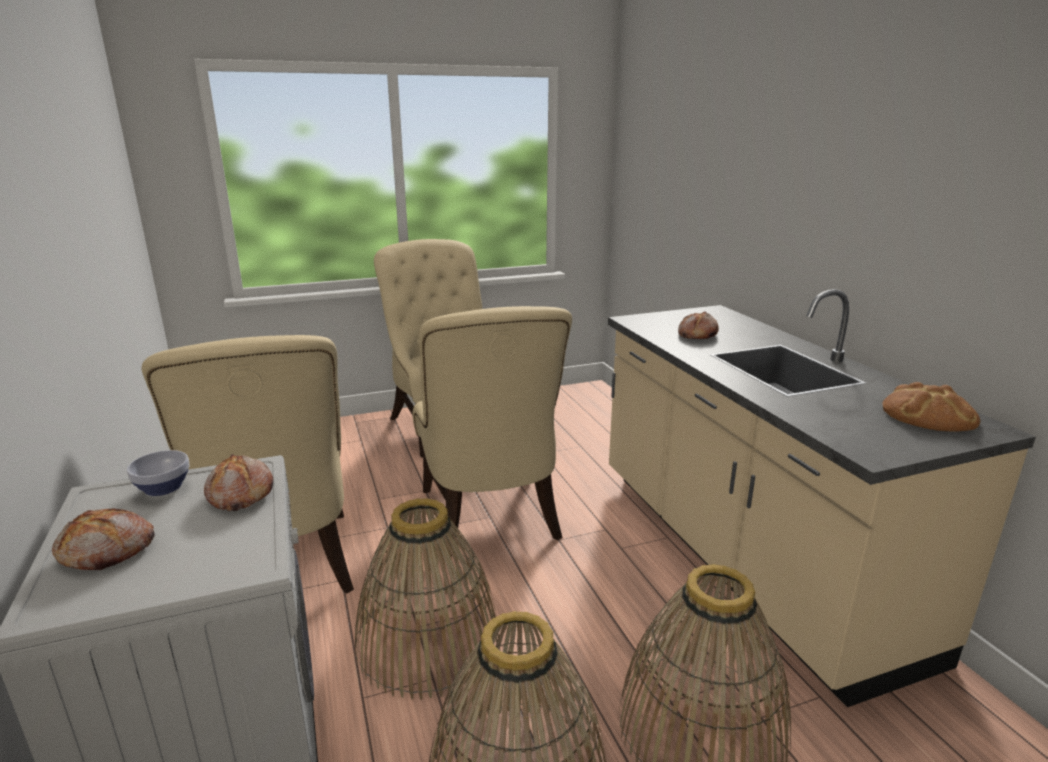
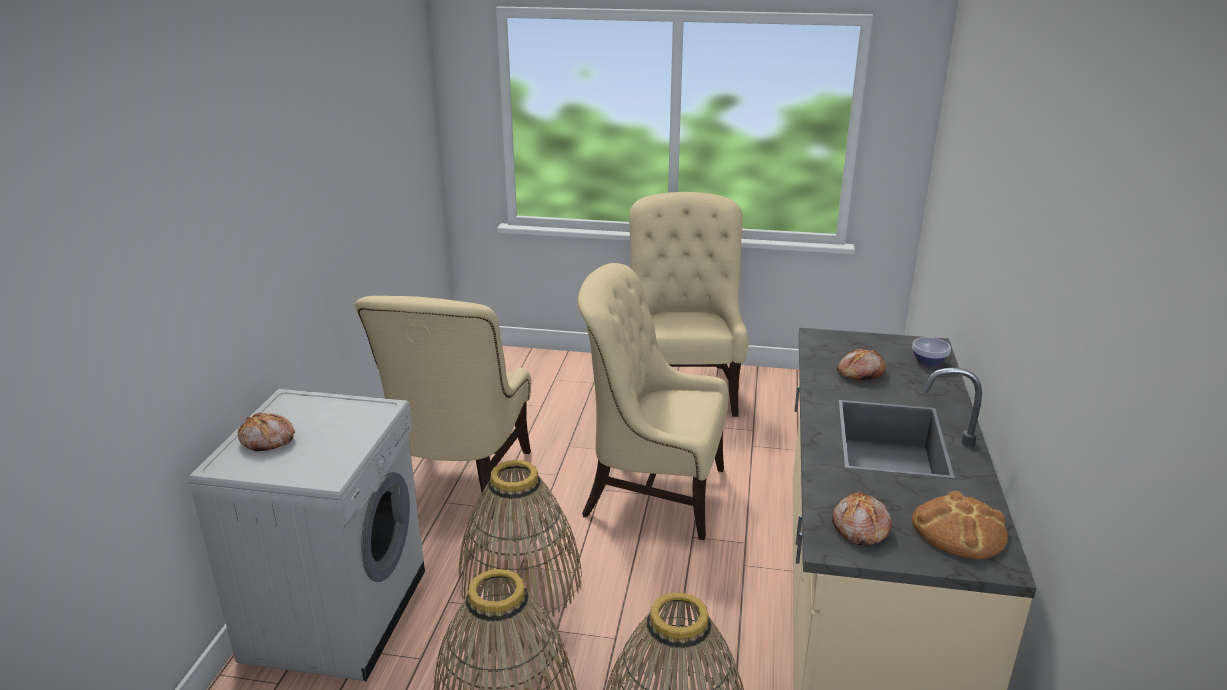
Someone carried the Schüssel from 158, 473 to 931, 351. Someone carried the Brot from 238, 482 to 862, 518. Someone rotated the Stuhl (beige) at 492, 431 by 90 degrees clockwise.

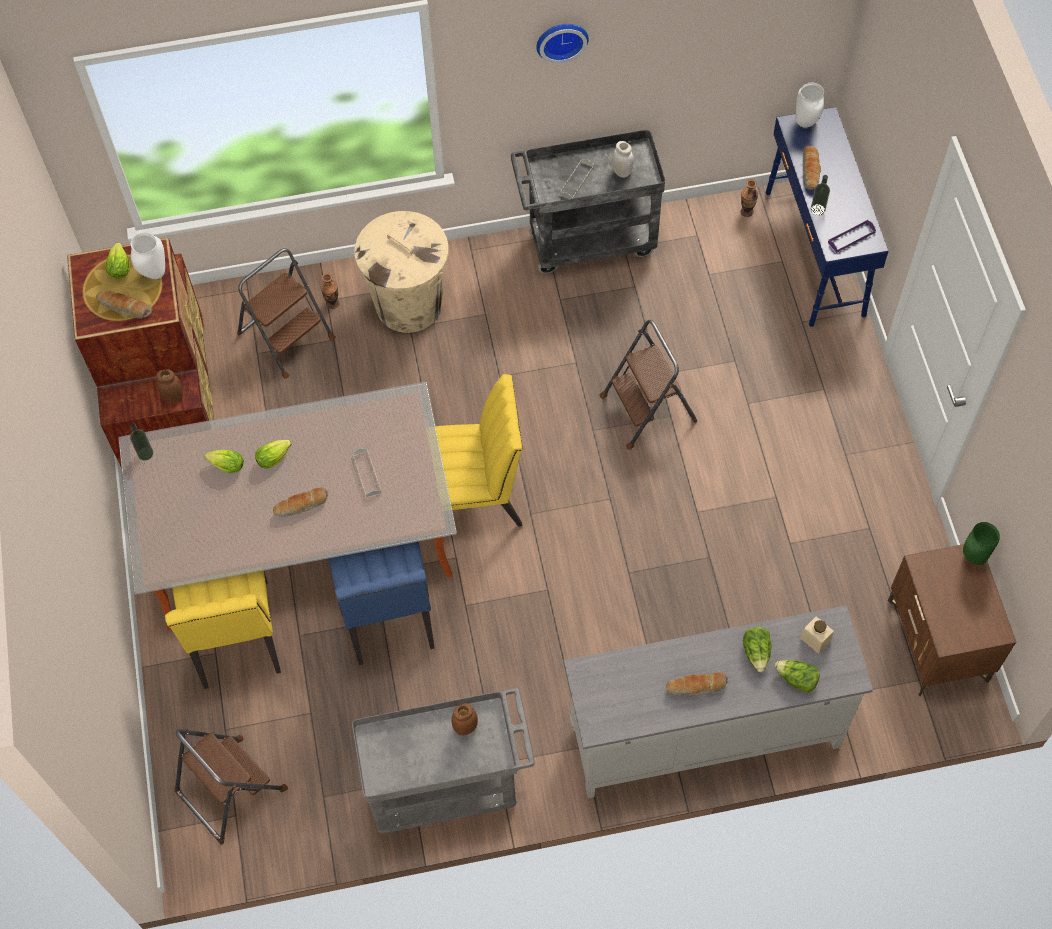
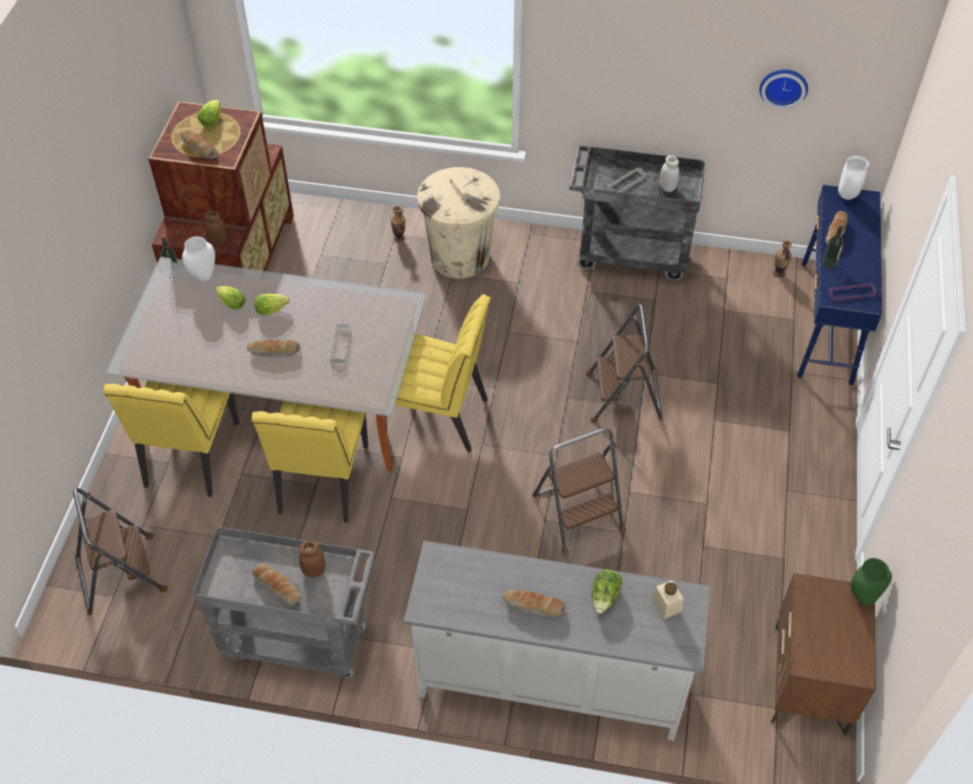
Someone carried the Vase (weiß) from 148, 256 to 198, 259. Someone carried the Trittleiter (braun) from 286, 313 to 579, 491. Someone repainted the Stuhl (blau) at 381, 603, which became the Stuhl (gelb) at 310, 462. Someone carried the Wanduhr from 562, 43 to 783, 89. Someone took away the Salatkopf at 797, 676. Someone put down the Brot at 276, 584.

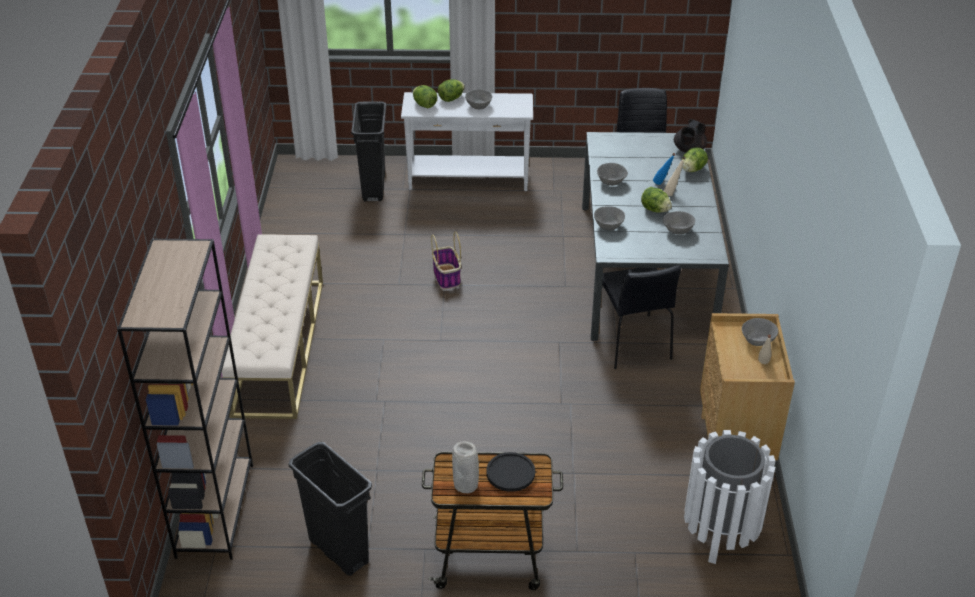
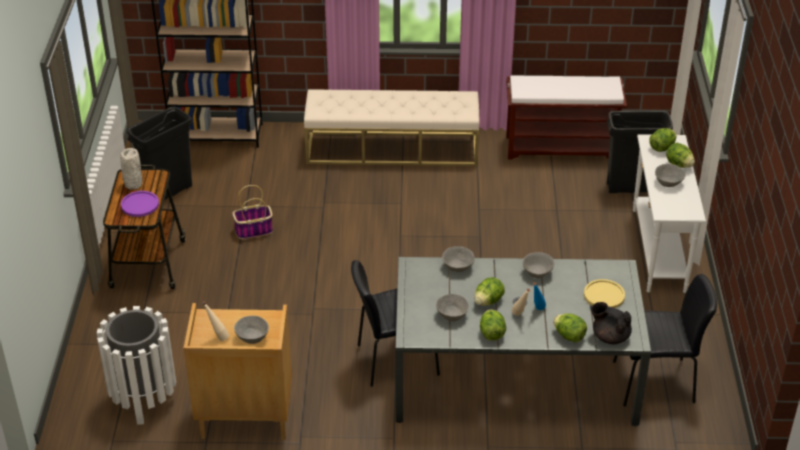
Someone carried the Korb from 446, 260 to 252, 212. Someone repainted the Teller (schwarz) at 510, 472, which became the Teller (lila) at 140, 204. Someone put down the Salatkopf at 493, 325. Someone put down the Bank (braun) at 566, 117. Someone put down the Teller (gelb) at 604, 293.

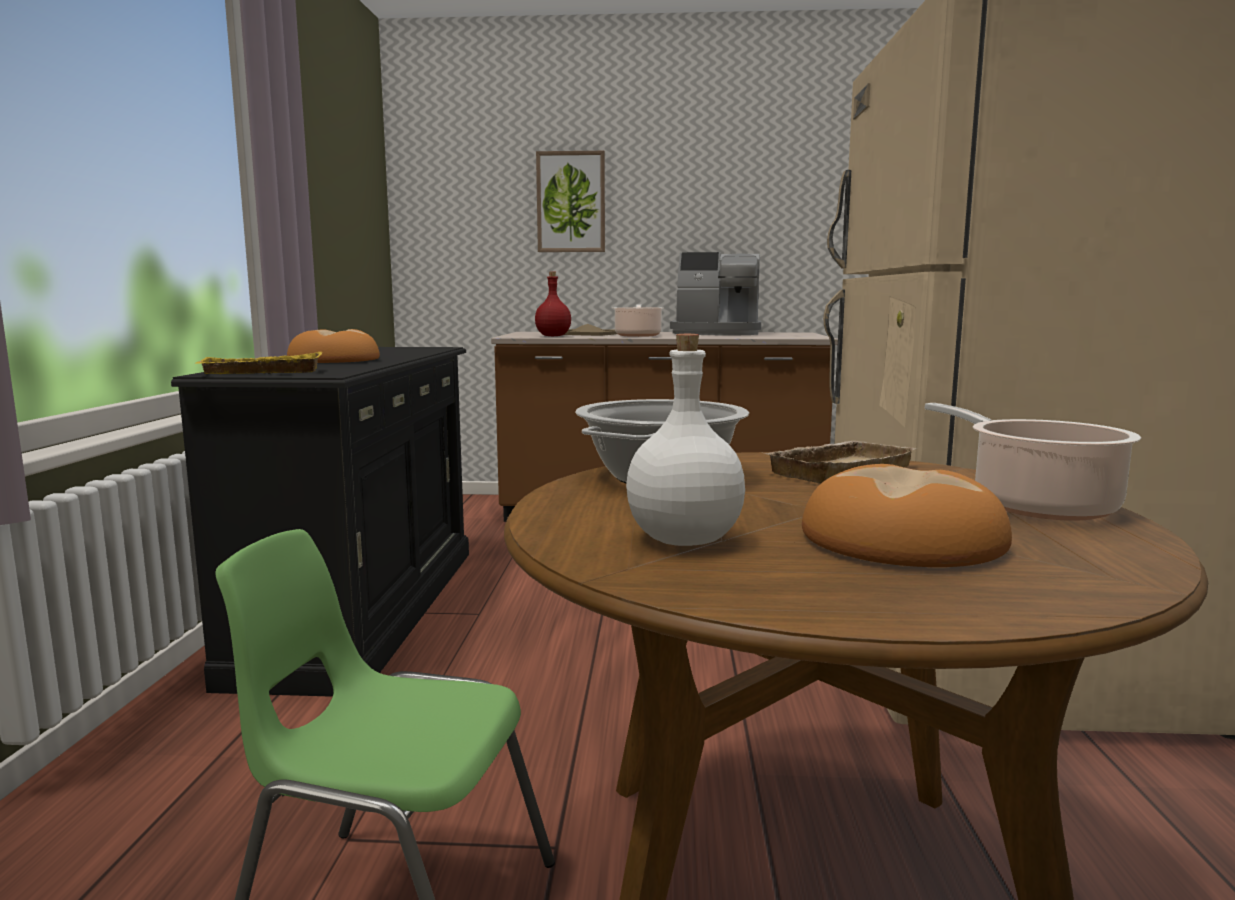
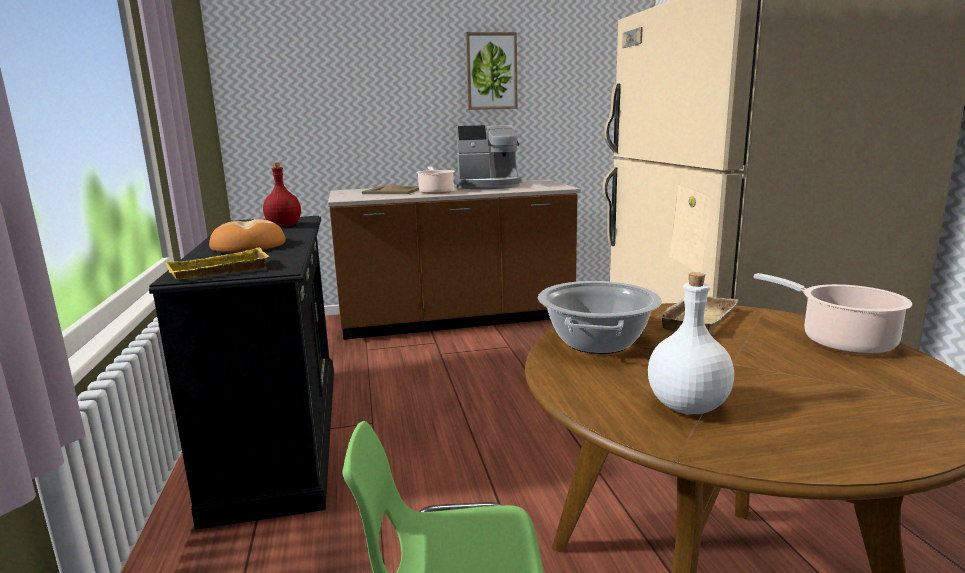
Someone carried the Flasche (rot) from 553, 304 to 282, 194. Someone carried the Bild from 570, 201 to 492, 71. Someone took away the Brot at 907, 515.

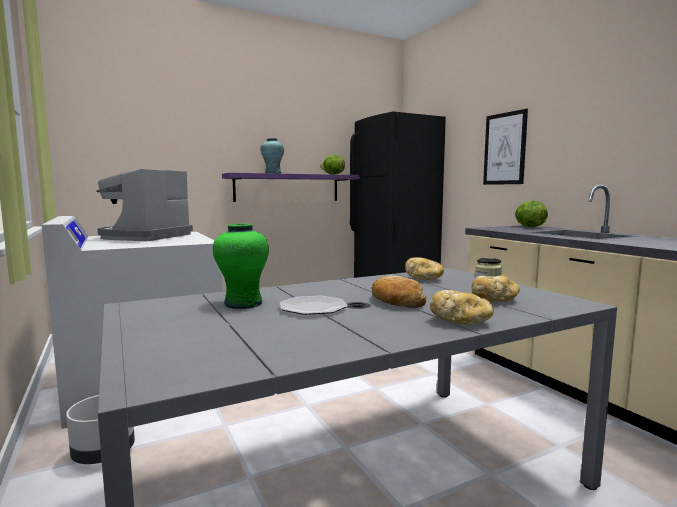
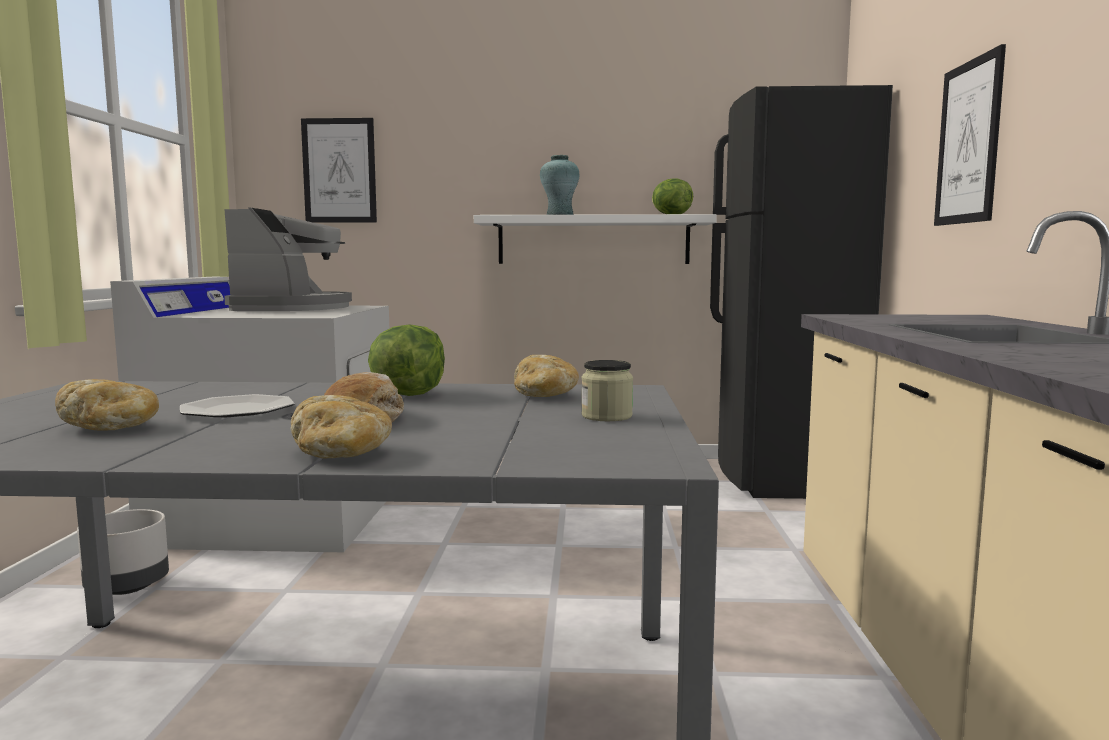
Someone rotated the Kaffeemaschine at 145, 205 by 135 degrees clockwise. Someone took away the Vase (grün) at 241, 266. Someone repainted the Wandregal (lila) at 290, 187, which became the Wandregal (weiß) at 595, 239. Someone carried the Brot from 495, 288 to 107, 405. Someone carried the Salatkopf from 531, 214 to 406, 360. Someone put up the Bild at 339, 170.

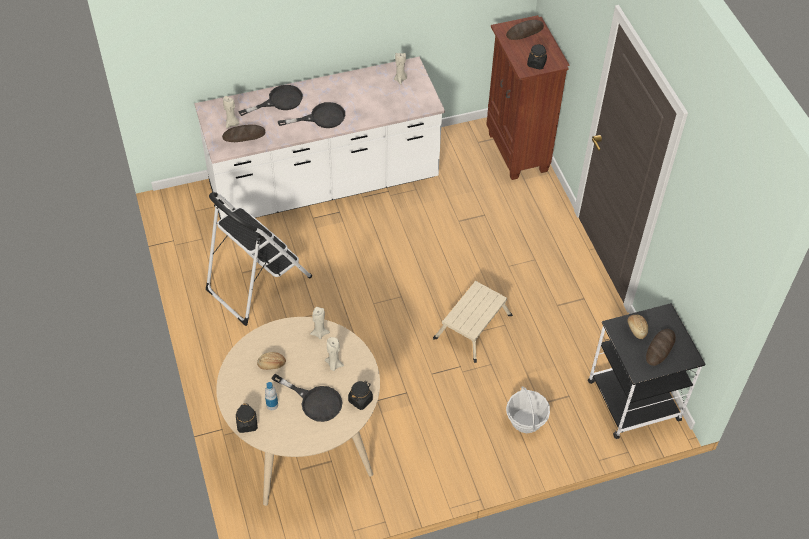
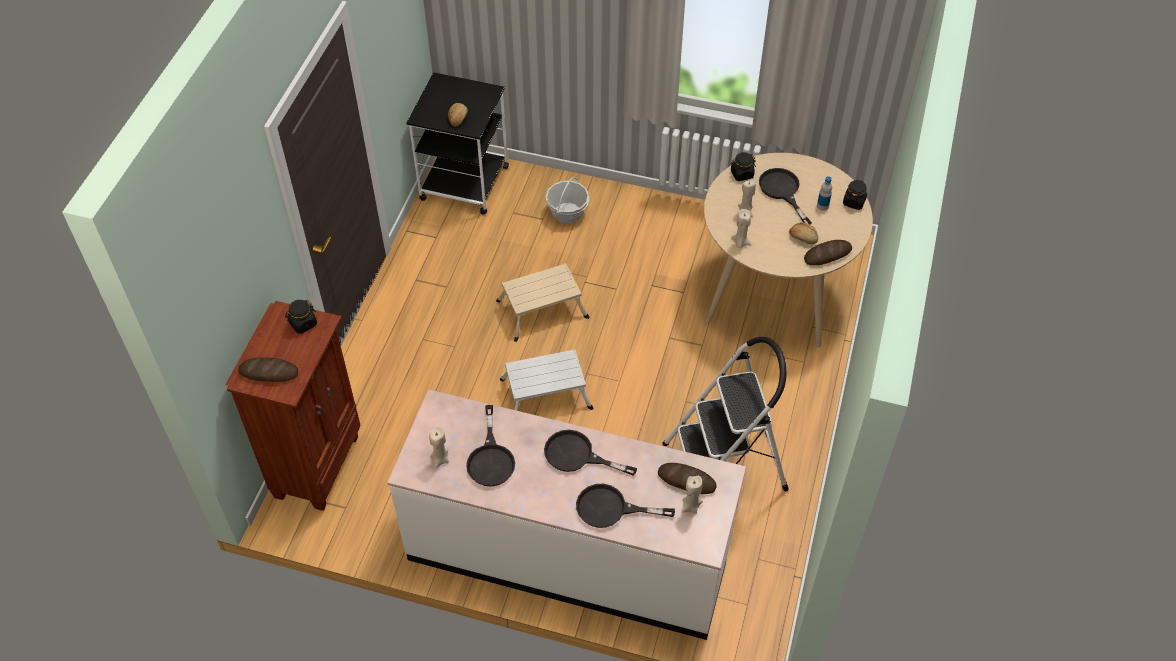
Someone carried the Brot from 661, 347 to 828, 252. Someone put down the Pfanne (schwarz) at 490, 446. Someone put down the Trittleiter (weiß) at 546, 380.

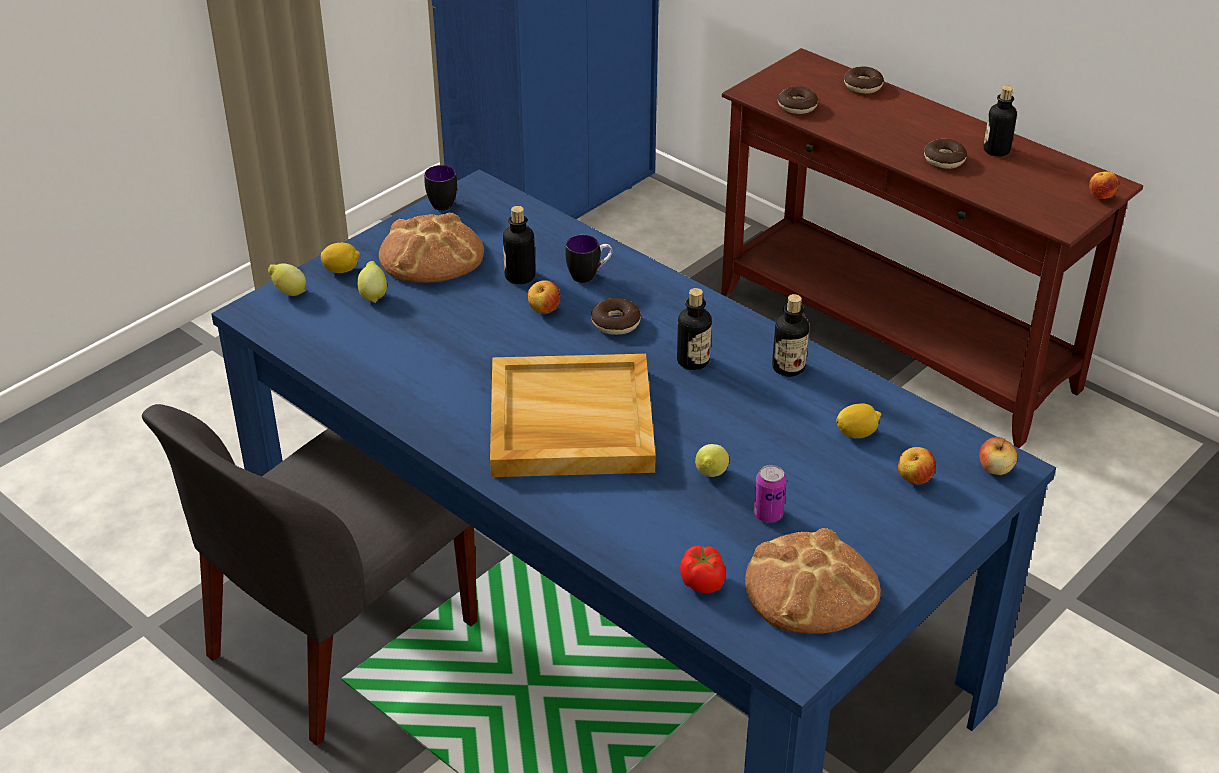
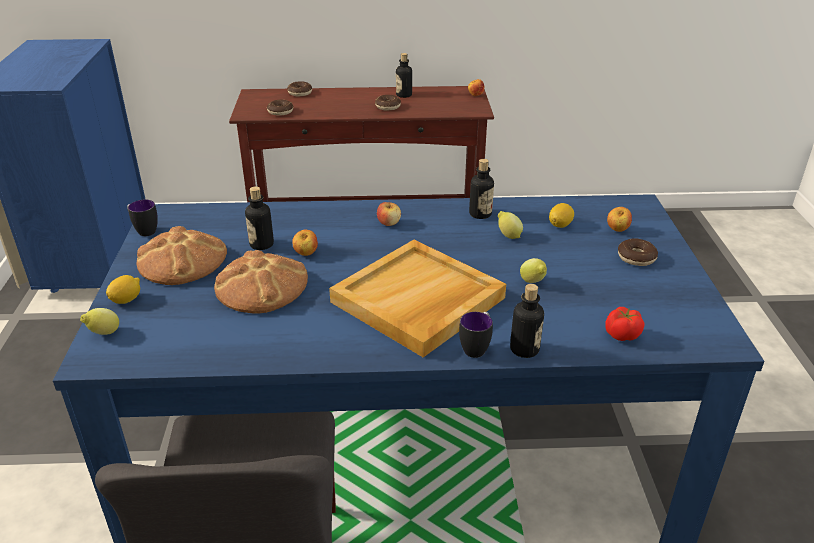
Someone carried the Zitrone from 372, 282 to 510, 225. Someone carried the Henkelbecher from 589, 259 to 476, 335. Someone carried the Donut from 616, 316 to 638, 252. Someone carried the Flasche from 694, 329 to 527, 321. Someone carried the Brot from 813, 581 to 261, 281. Someone took away the Dose at 770, 494. Someone carried the Apfel from 998, 456 to 389, 214.

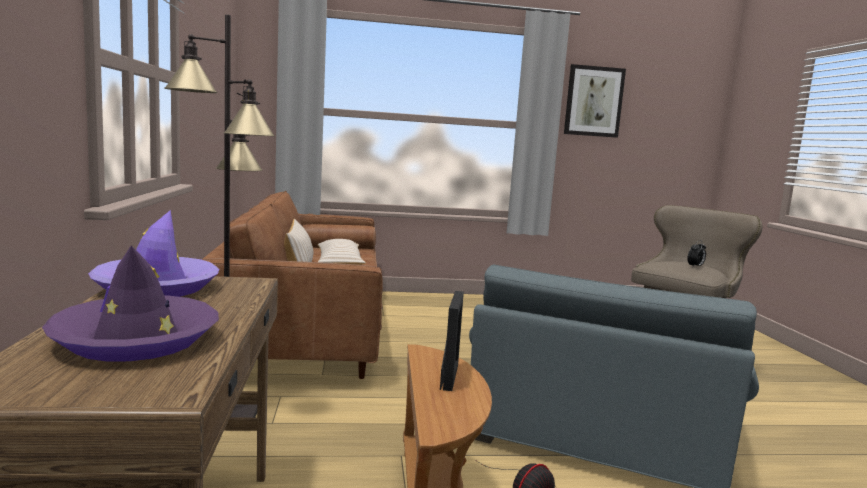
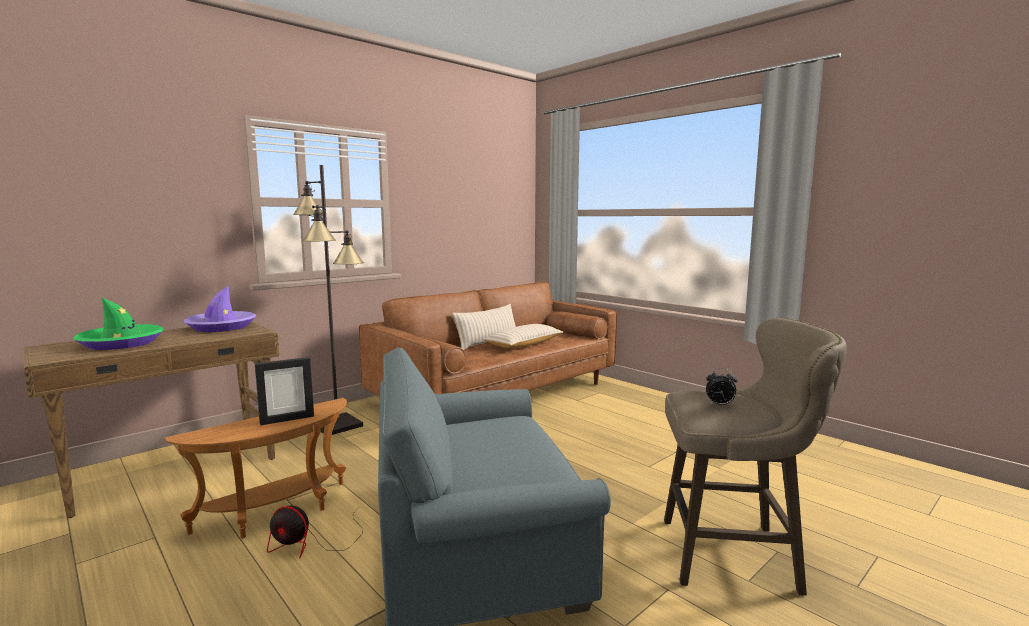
Someone repainted the Hut (lila) at 130, 303, which became the Hut (grün) at 118, 323. Someone took away the Bild at 595, 101.

